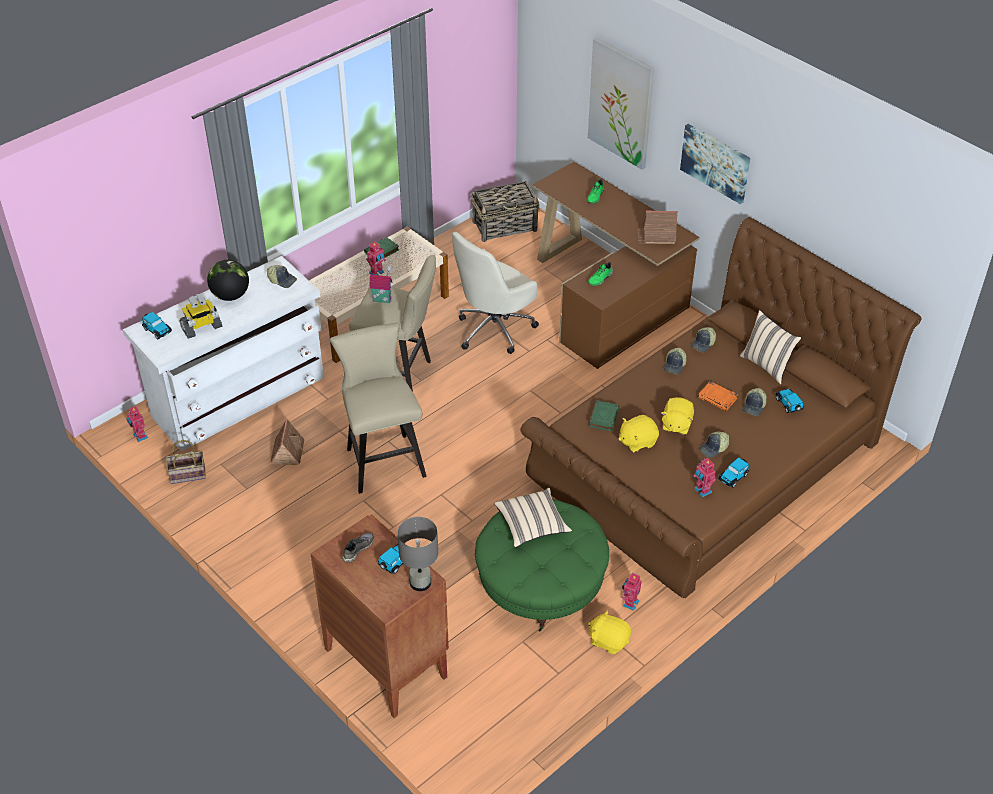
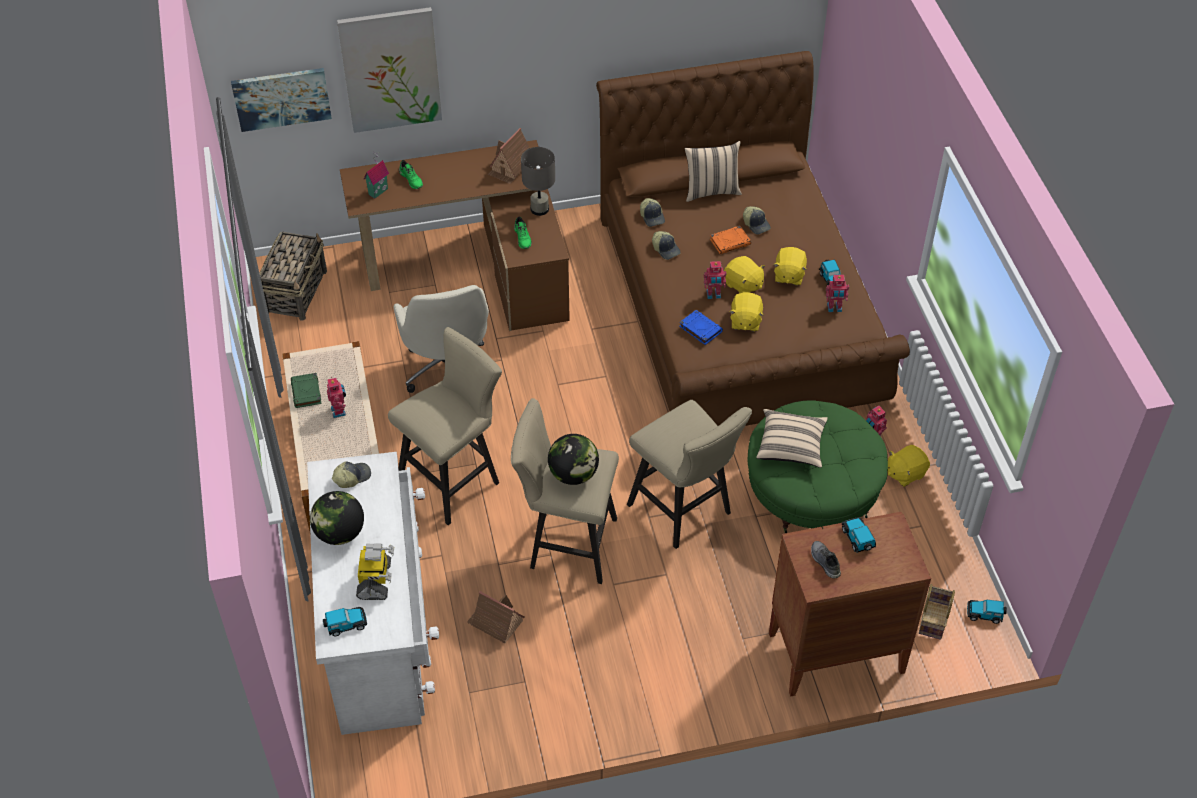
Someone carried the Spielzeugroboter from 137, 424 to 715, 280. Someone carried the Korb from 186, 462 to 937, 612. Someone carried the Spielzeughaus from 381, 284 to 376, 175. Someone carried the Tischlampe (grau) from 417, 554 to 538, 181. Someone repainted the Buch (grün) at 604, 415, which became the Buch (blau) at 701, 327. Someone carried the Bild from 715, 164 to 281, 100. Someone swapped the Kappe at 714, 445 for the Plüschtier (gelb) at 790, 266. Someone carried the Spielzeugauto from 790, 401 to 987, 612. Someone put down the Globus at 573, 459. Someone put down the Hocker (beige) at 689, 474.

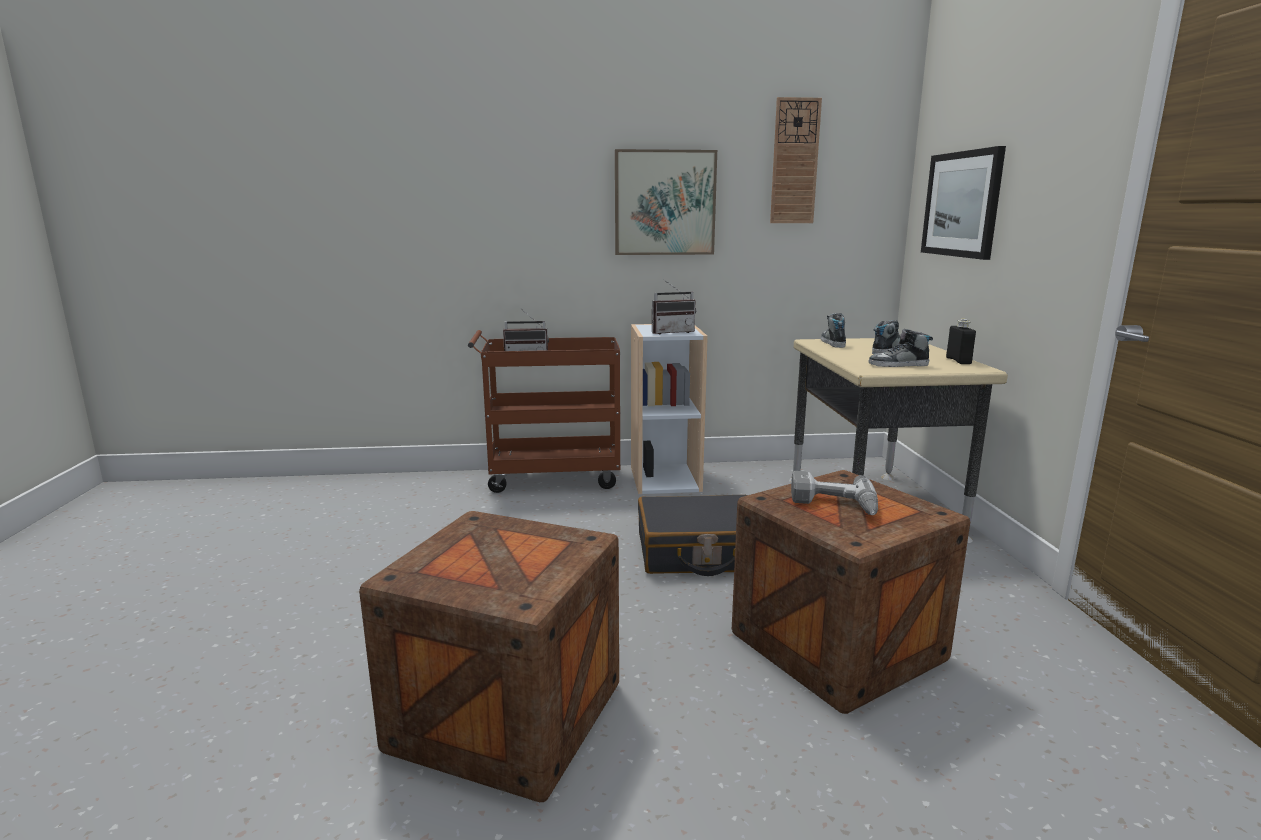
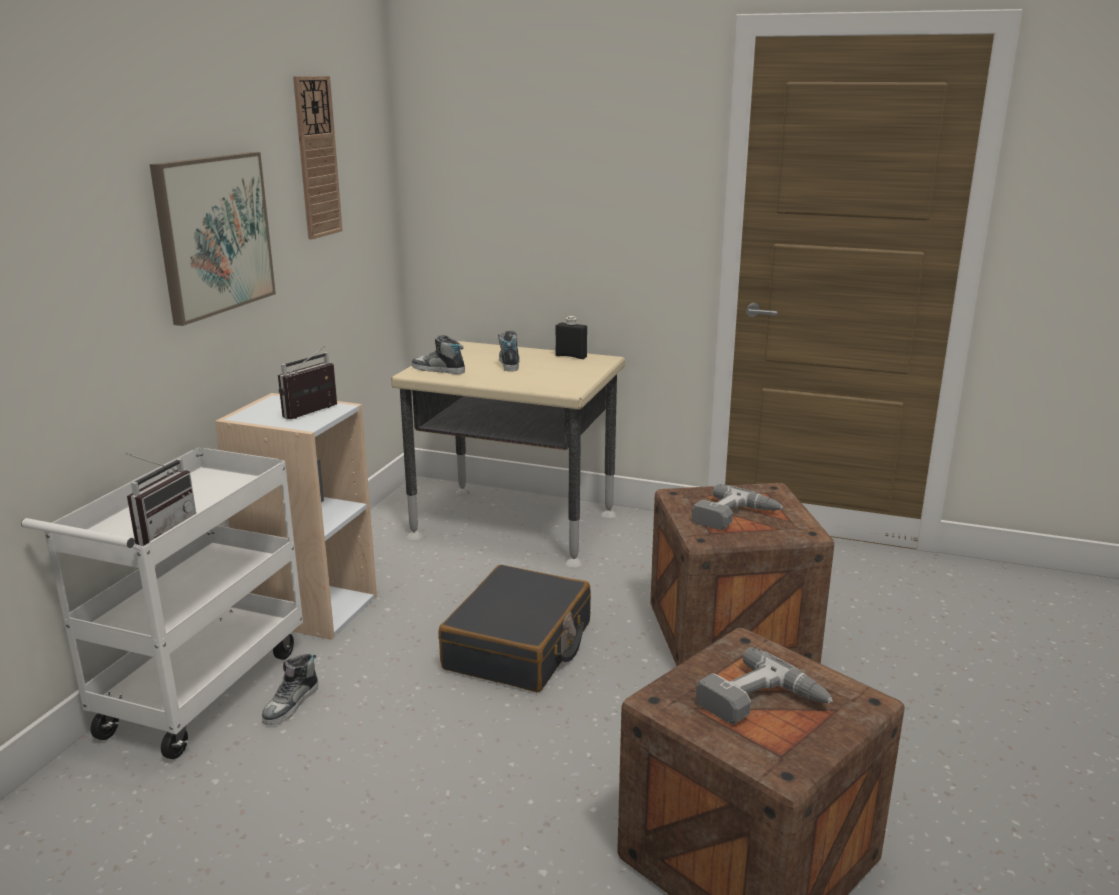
Someone repainted the Rollwagen (braun) at 544, 411, which became the Rollwagen (weiß) at 162, 603. Someone rotated the Radio at 674, 307 by 150 degrees counterclockwise. Someone carried the Schuh from 901, 348 to 290, 689. Someone took away the Bild at 963, 203. Someone put down the Bohrmaschine at 764, 685.

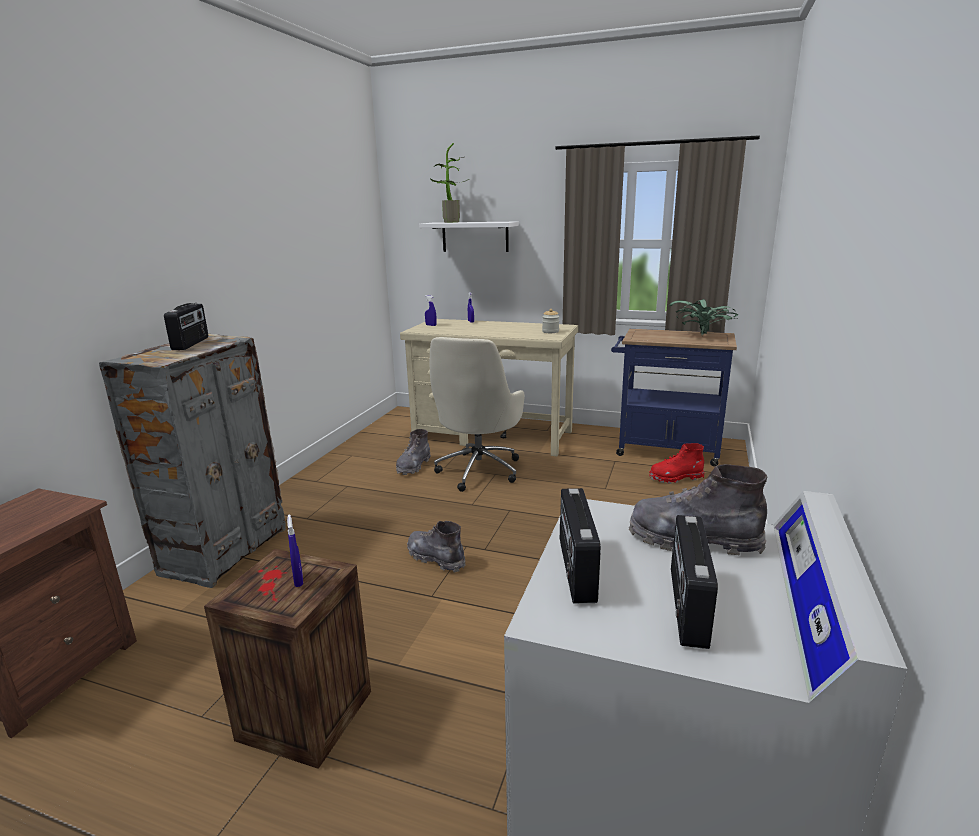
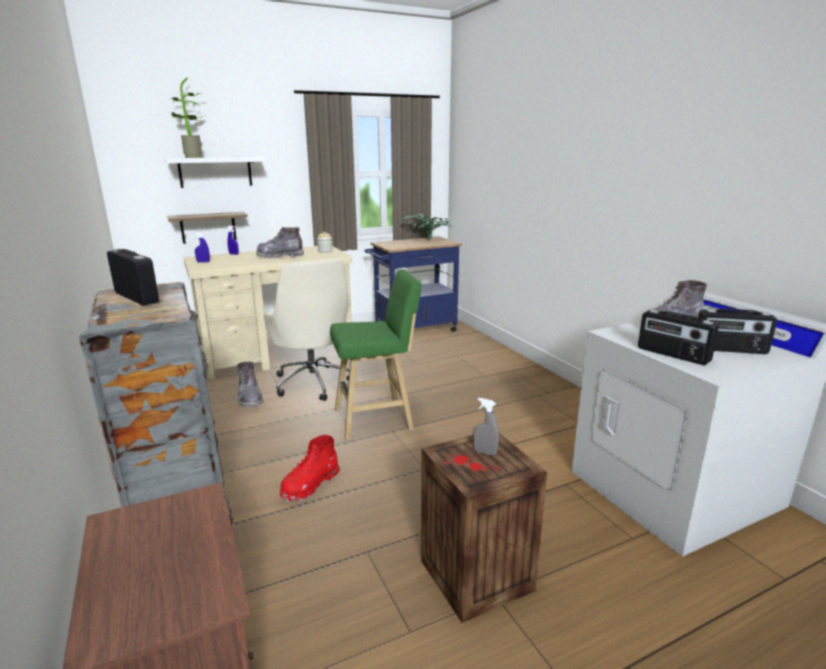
Someone repainted the Sprühflasche (blau) at 295, 550, which became the Sprühflasche (grau) at 486, 427. Someone carried the Stiefel (grau) from 436, 547 to 280, 243. Someone carried the Stiefel (rot) from 677, 463 to 309, 468. Someone rotated the Radio at 694, 582 by 45 degrees counterclockwise. Someone put up the Wandregal at 207, 227. Someone put down the Hocker (grün) at 376, 354.

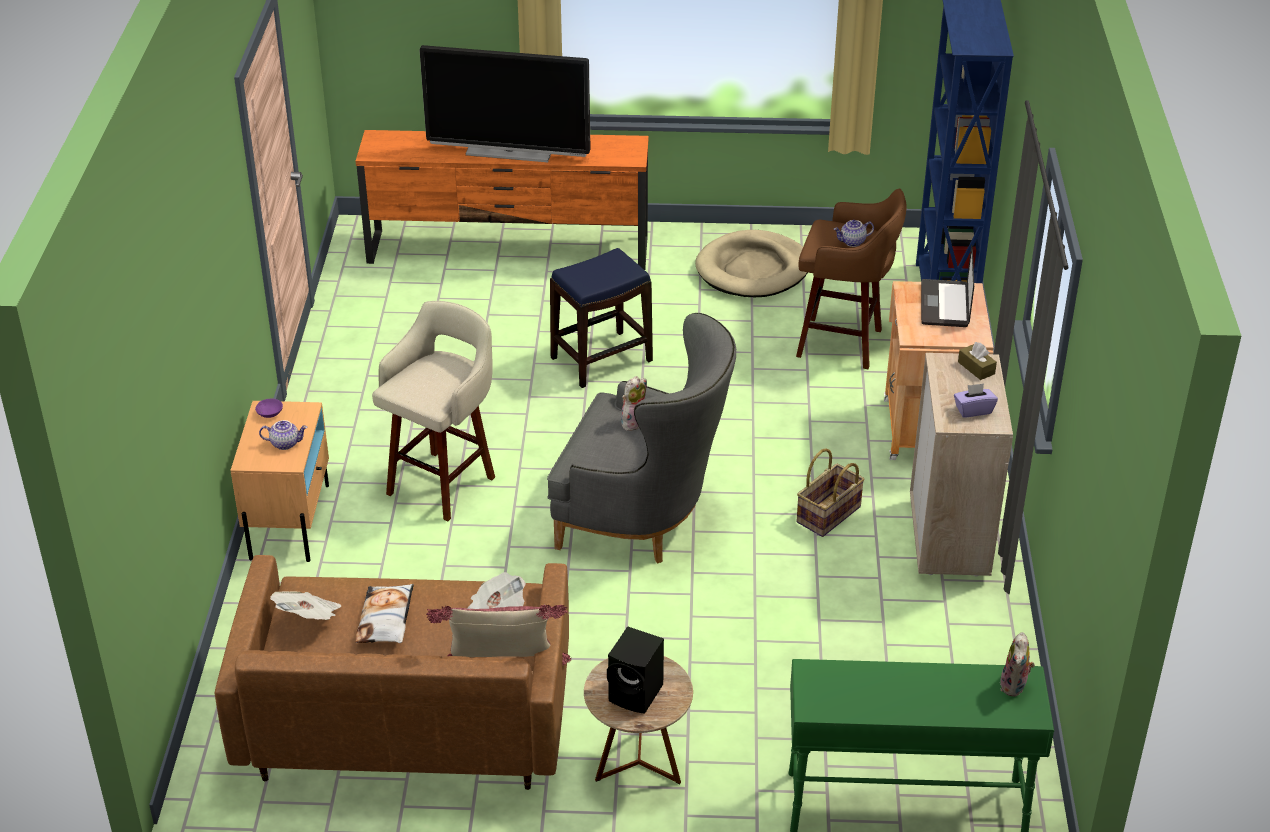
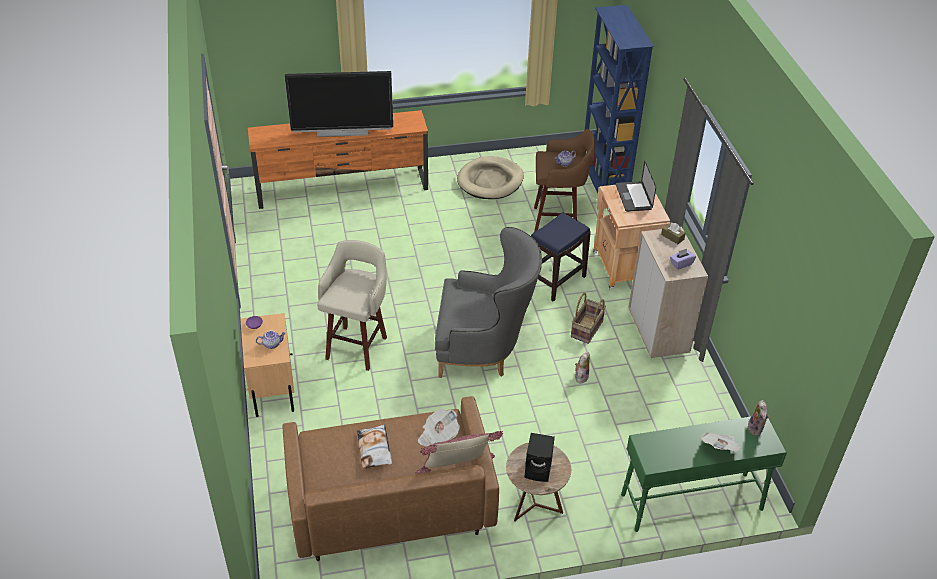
Someone carried the Zeitung from 306, 605 to 721, 441. Someone carried the Hocker from 601, 318 to 561, 257. Someone carried the Plüschtier from 634, 403 to 582, 368.

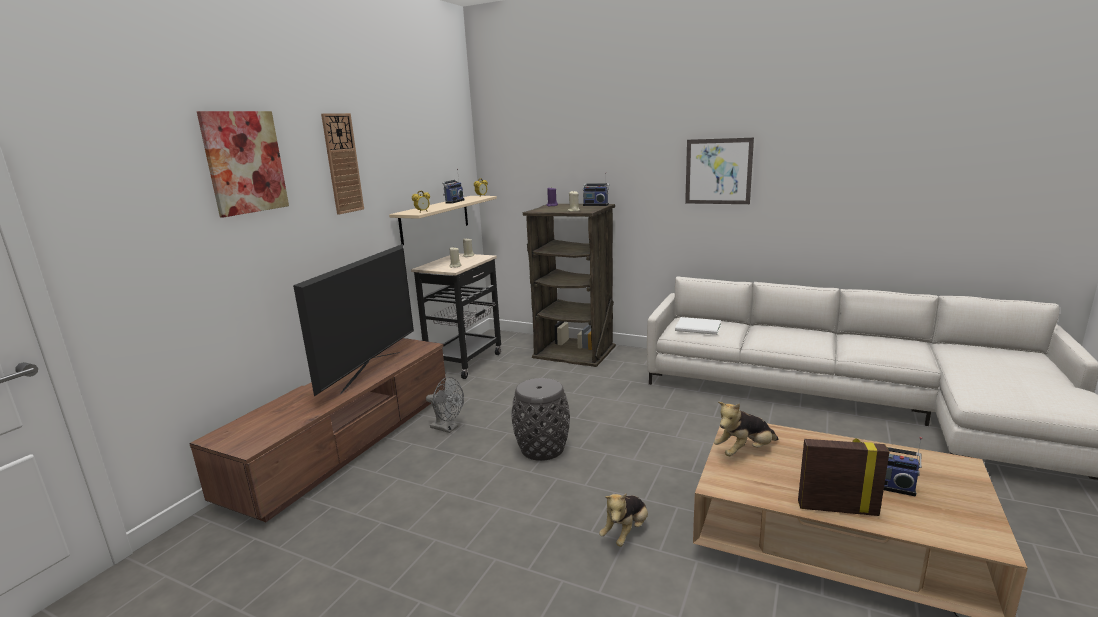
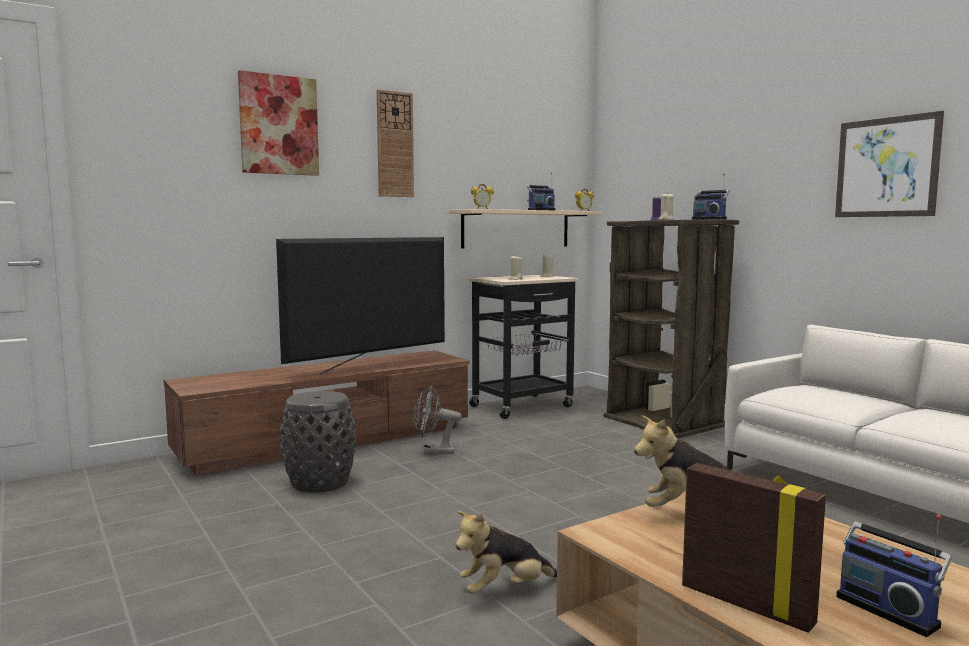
Someone rotated the Ventilator (grau) at 445, 405 by 120 degrees clockwise. Someone carried the Hocker (grau) from 541, 419 to 318, 442. Someone took away the Buch (weiß) at 698, 326.

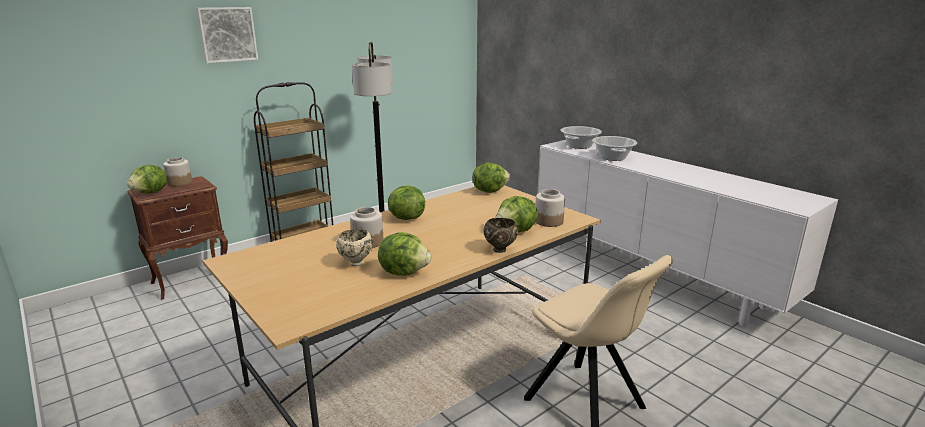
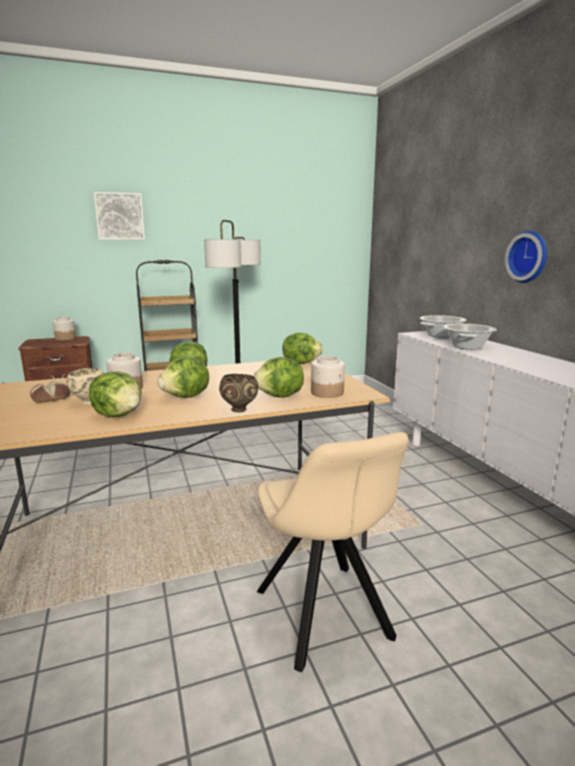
Someone carried the Salatkopf from 147, 179 to 183, 377. Someone put down the Brot at 50, 392. Someone put up the Wanduhr at 526, 257.

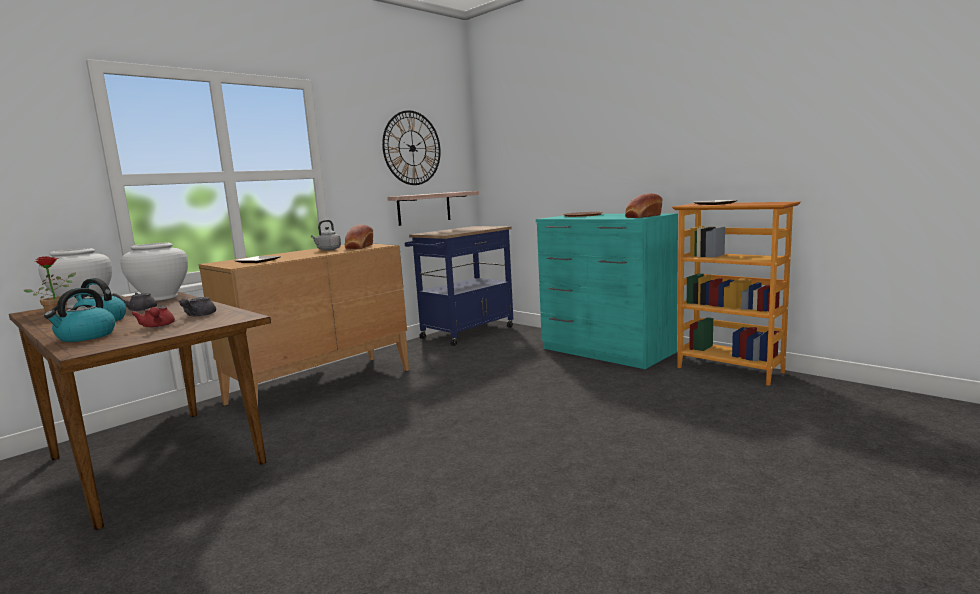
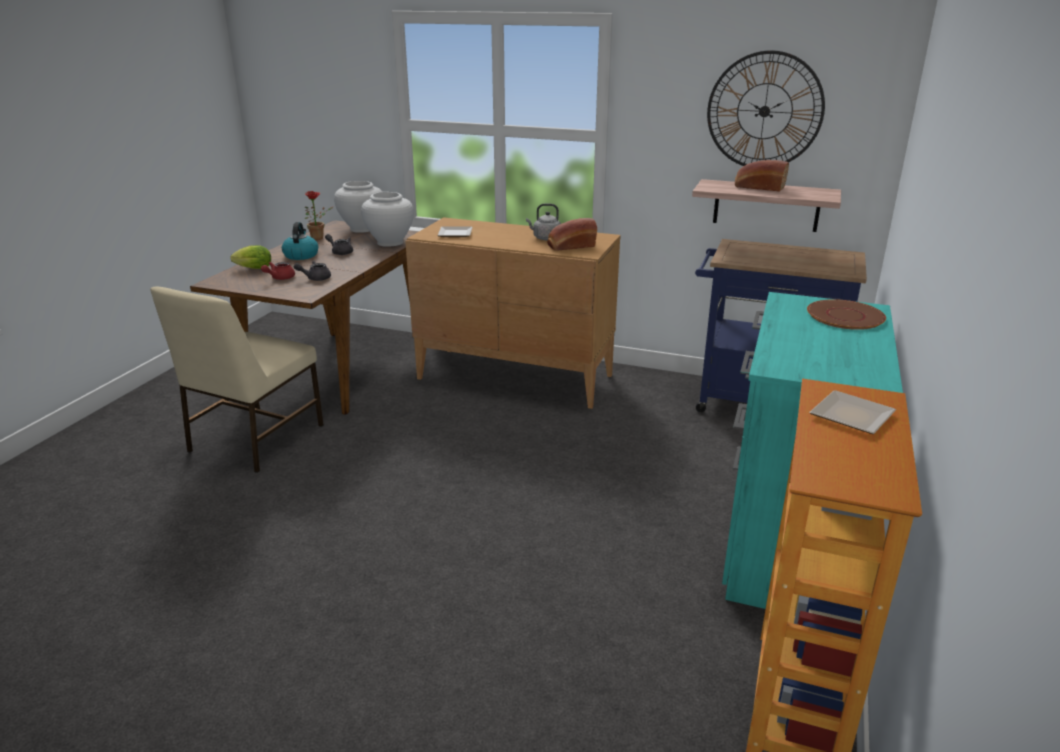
Someone swapped the Wasserkessel at 79, 315 for the Salatkopf at 250, 257. Someone carried the Brot from 643, 205 to 762, 176. Someone put down the Stuhl (beige) at 237, 380.

